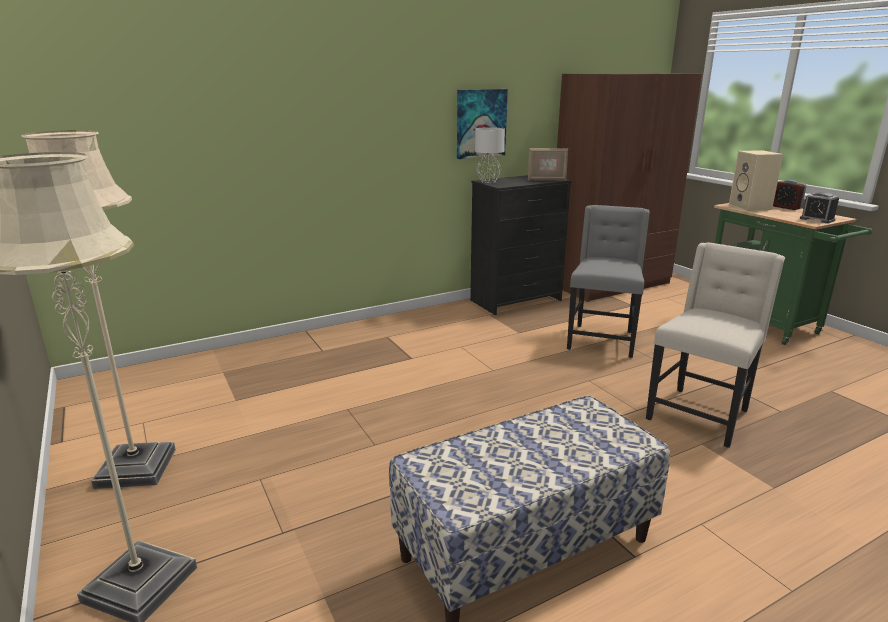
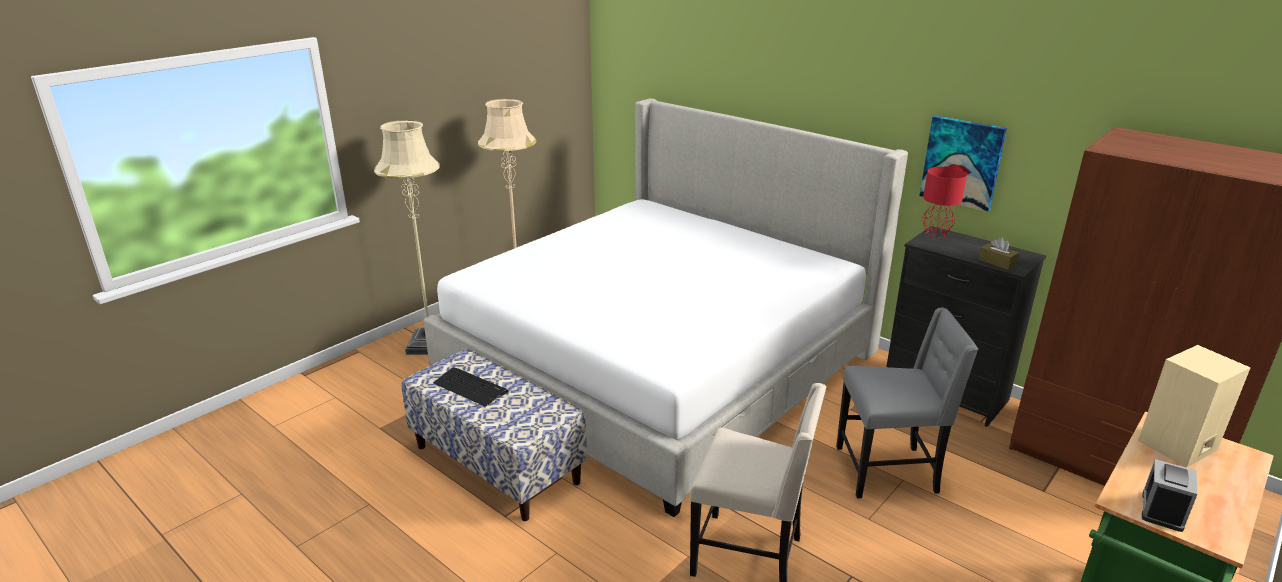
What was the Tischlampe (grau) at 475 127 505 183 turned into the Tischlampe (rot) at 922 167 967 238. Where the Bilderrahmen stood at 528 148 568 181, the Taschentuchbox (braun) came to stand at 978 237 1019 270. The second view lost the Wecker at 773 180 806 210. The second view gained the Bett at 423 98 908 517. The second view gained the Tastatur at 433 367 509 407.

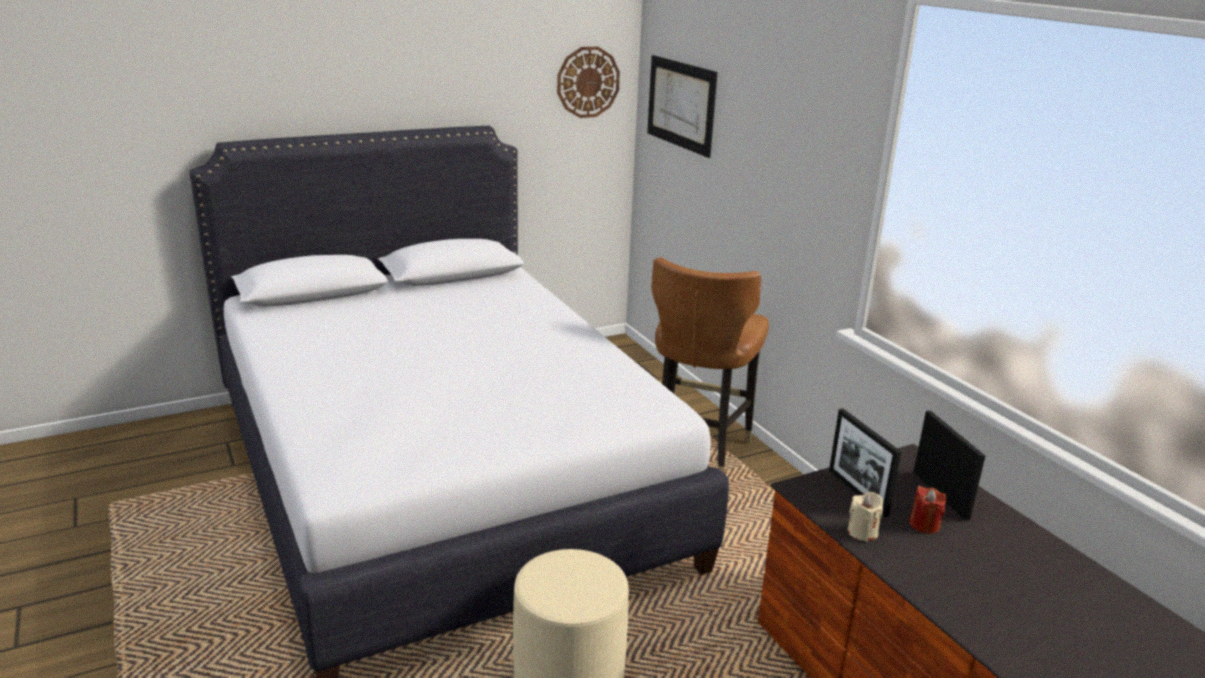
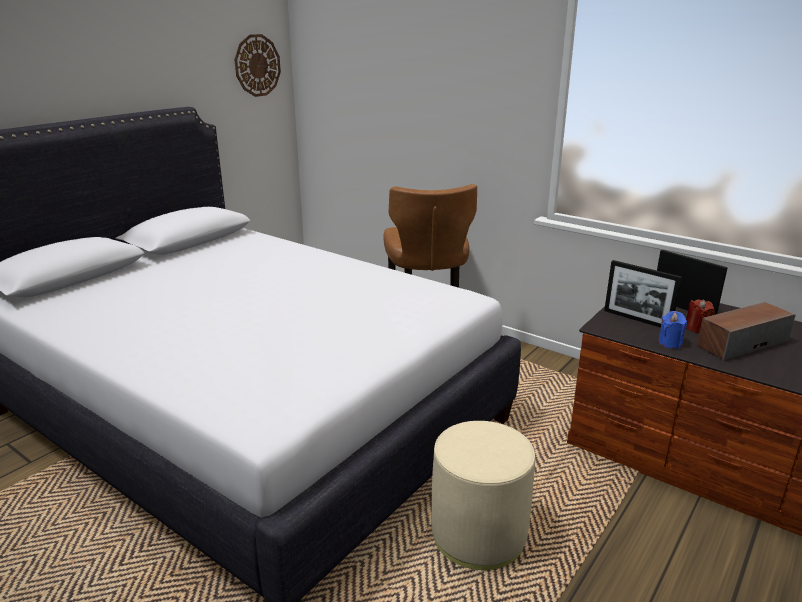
The second view lost the Bild at 647 55 718 158. What was the Kerze (beige) at 848 492 883 542 turned into the Kerze (blau) at 658 311 687 349. The second view gained the Lautsprecher at 697 302 796 361.

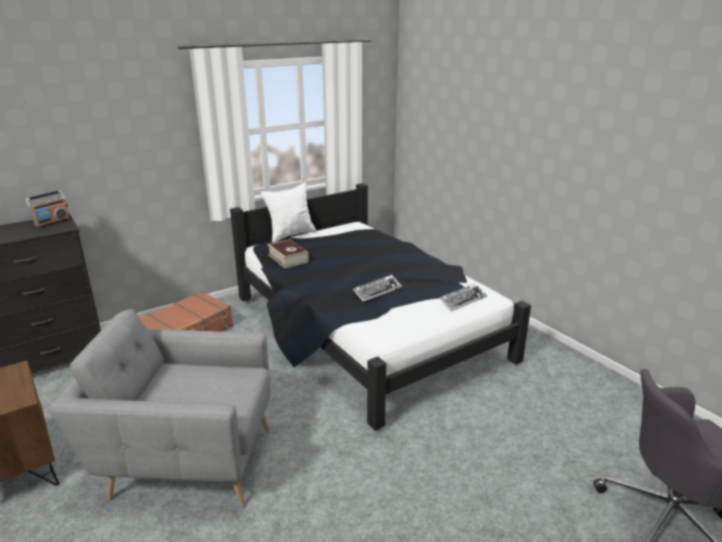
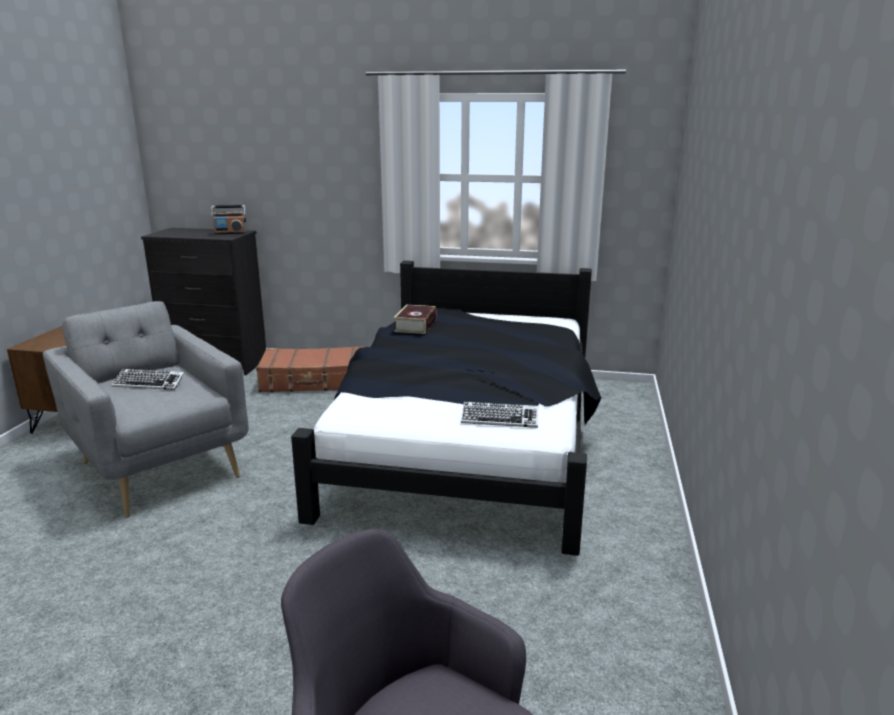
The second view lost the Kissen (weiß) at 261 182 317 243. The Tastatur ended up elsewhere, having gone from 353 275 402 302 to 112 369 184 390.

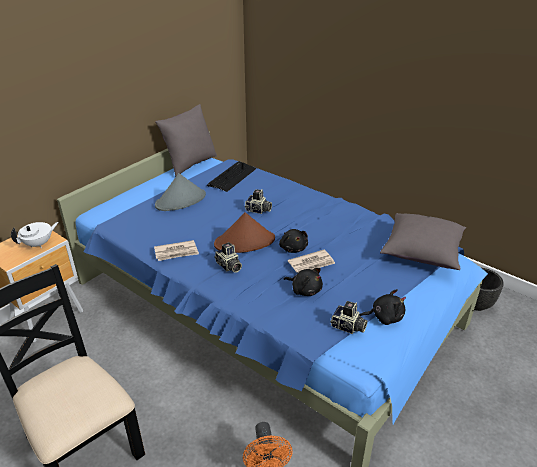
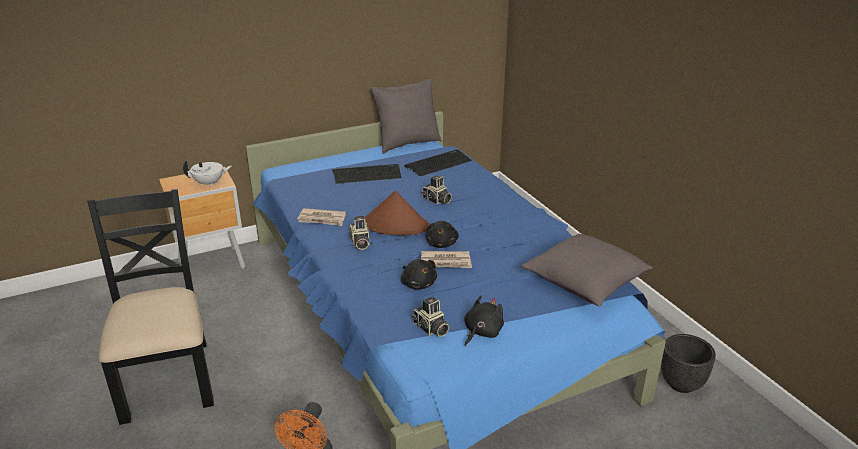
Where the Hut (grau) stood at 155 173 206 211, the Tastatur came to stand at 332 164 402 184. The Plüschtier (schwarz) at 359 289 406 325 ended up facing another way, 75 degrees counterclockwise from before.

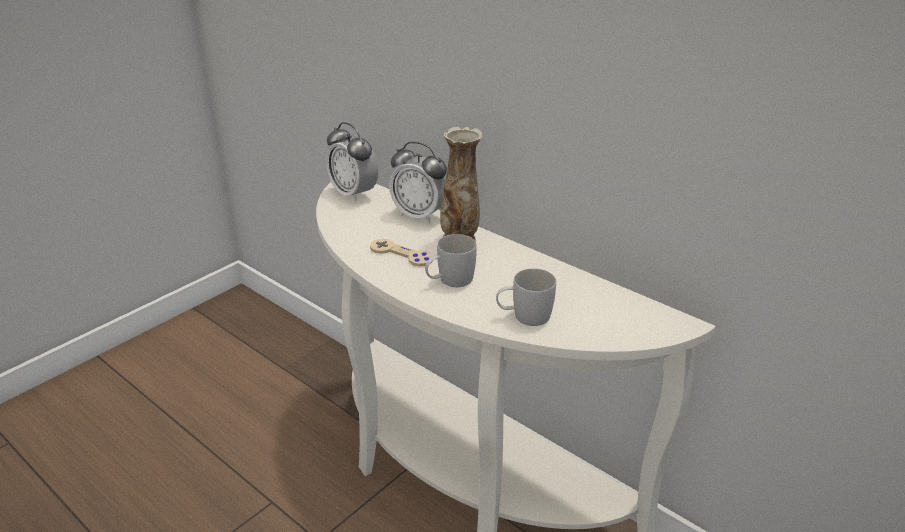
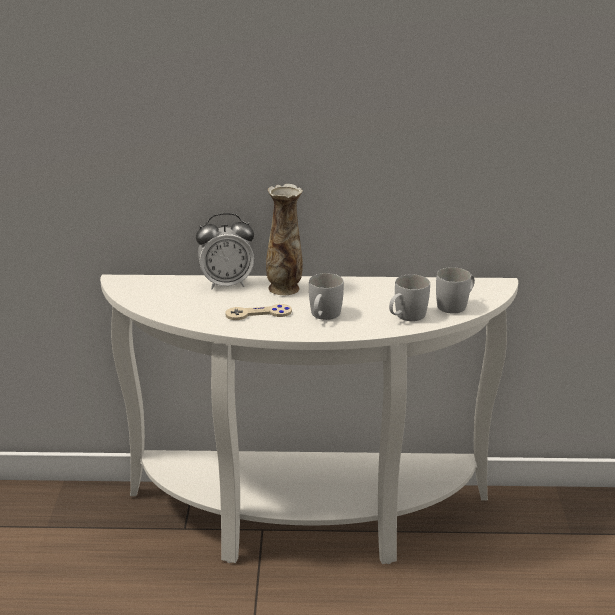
The second view lost the Wecker at 326 122 378 202. The second view gained the Henkelbecher (weiß) at 436 267 475 314.

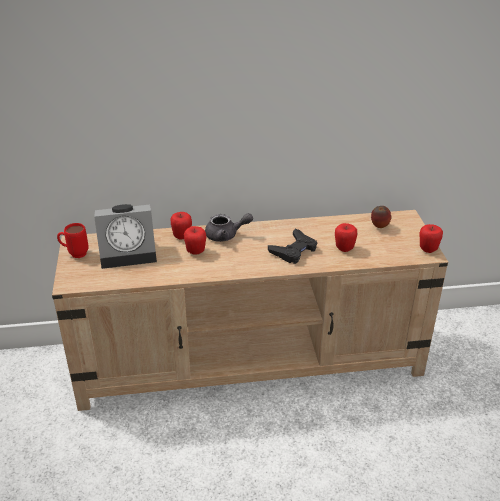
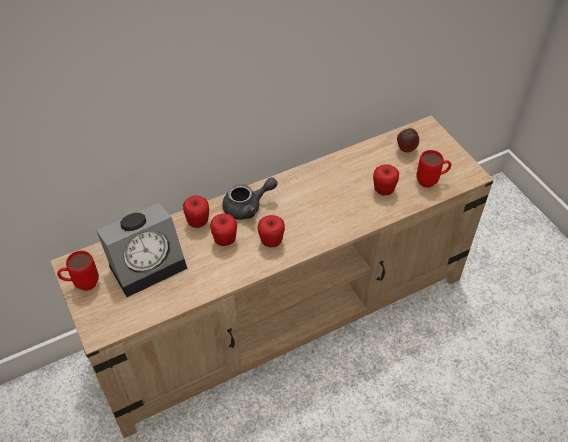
The second view lost the Gamepad (schwarz) at 268 229 317 264. The Apfel ended up elsewhere, having gone from 420 224 443 253 to 257 215 285 247. The second view gained the Henkelbecher (rot) at 416 150 451 188.

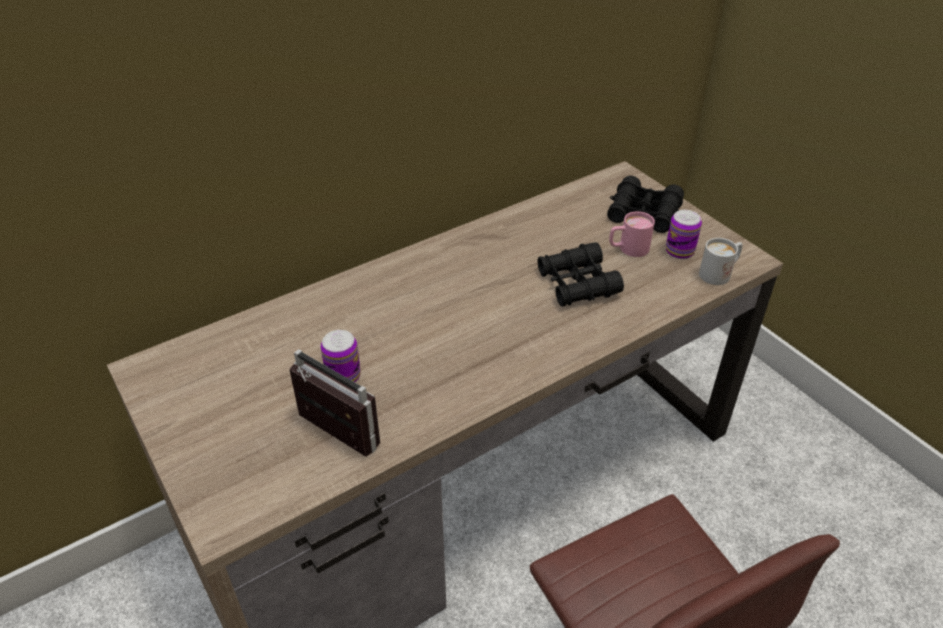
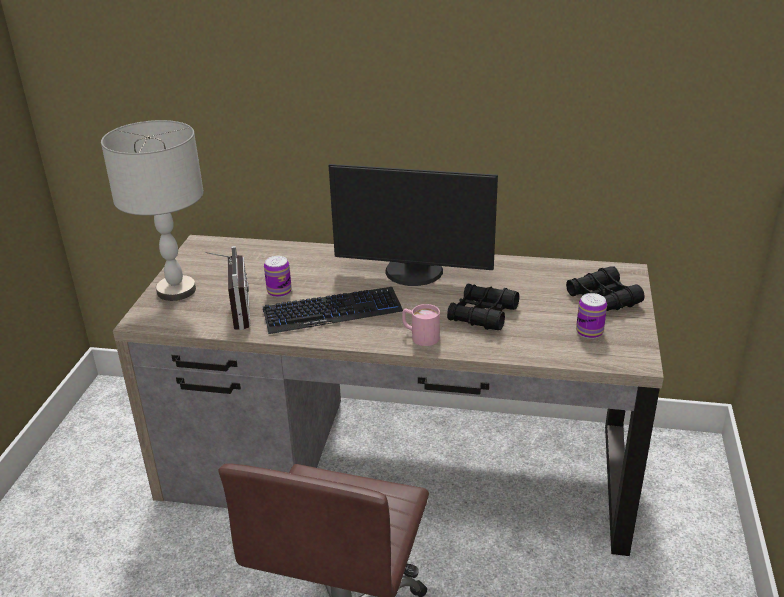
The Henkelbecher (rosa) ended up elsewhere, having gone from 609 211 655 257 to 402 304 440 346. The second view lost the Henkelbecher (weiß) at 699 238 743 285. The second view gained the Tischlampe (grau) at 101 120 204 301. The second view gained the Tastatur at 263 287 403 334. The second view gained the Monitor at 329 164 498 286.

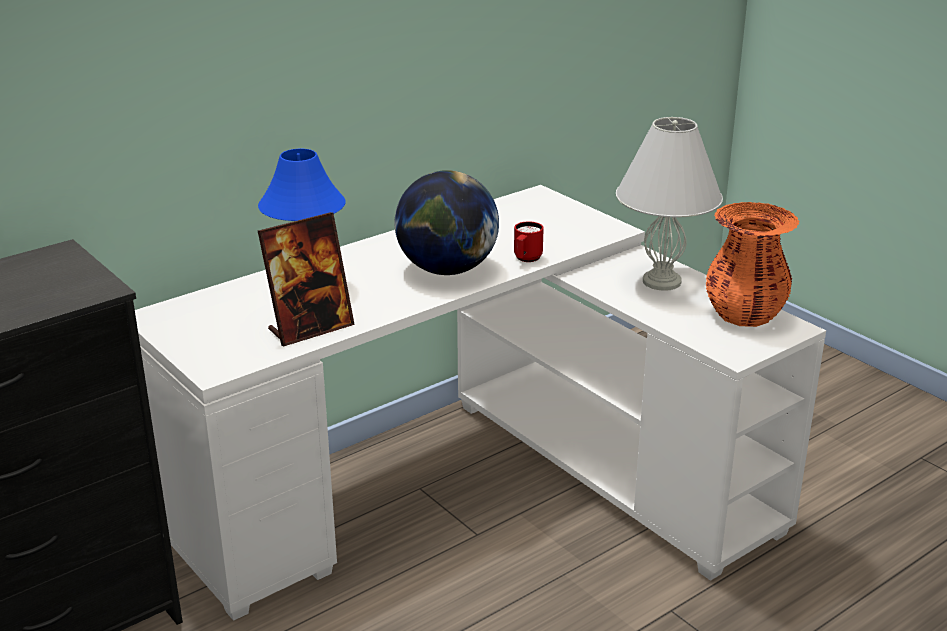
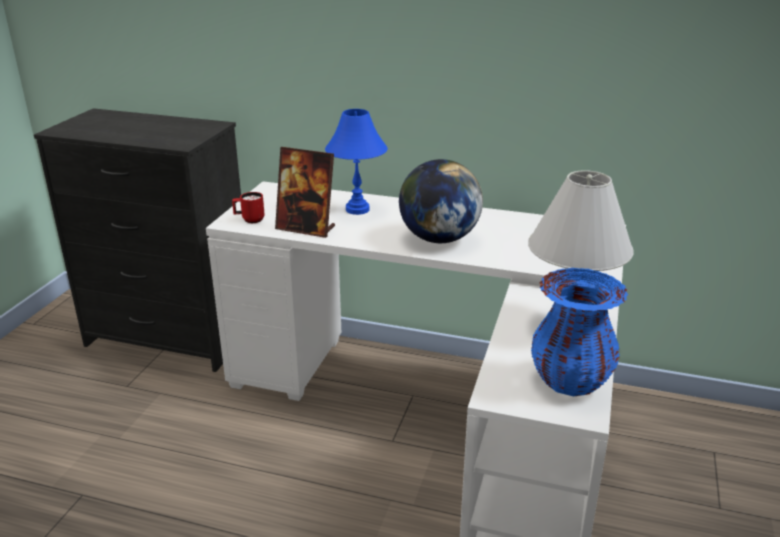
The Henkelbecher (rot) ended up elsewhere, having gone from 514 221 544 262 to 232 192 264 223. What was the Vase (orange) at 705 202 799 327 turned into the Vase (blau) at 531 268 628 396.

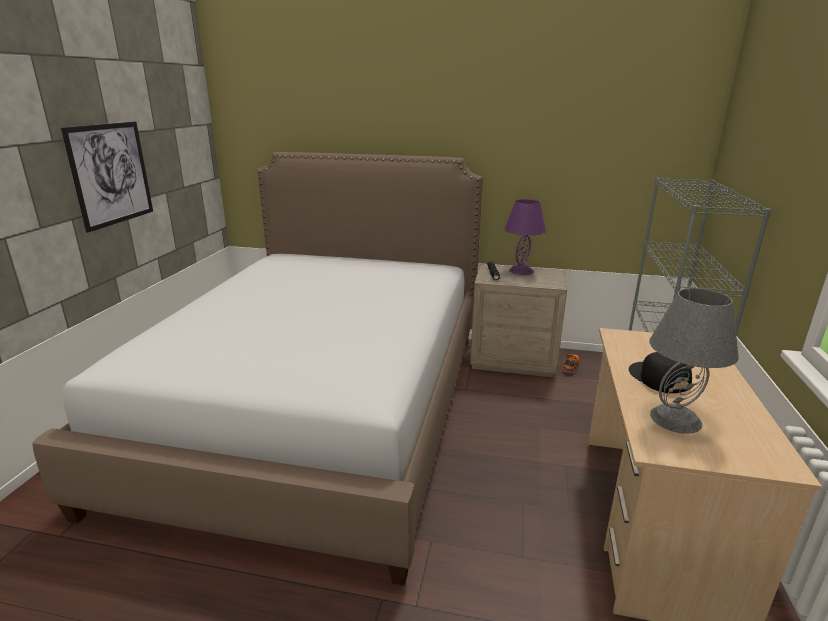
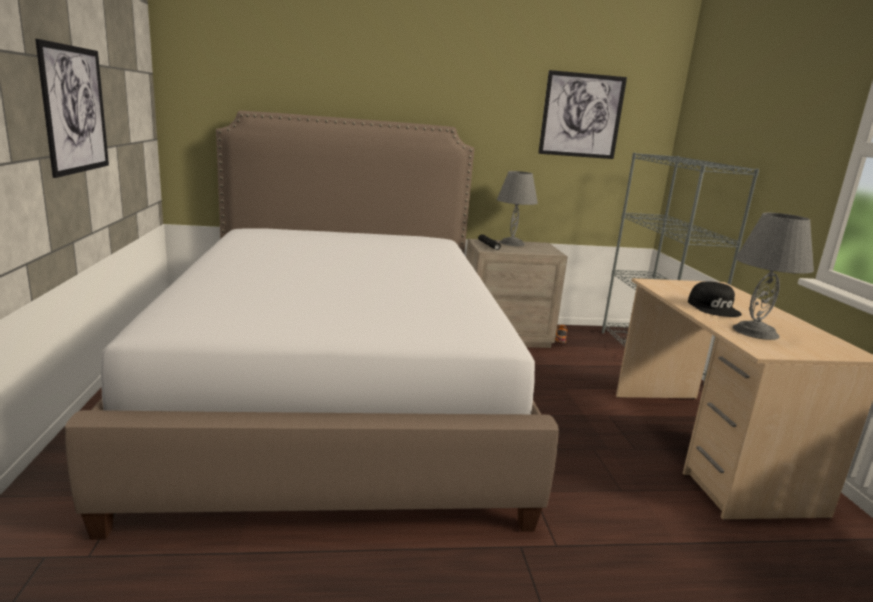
What was the Tischlampe (lila) at 505 199 546 275 turned into the Tischlampe (grau) at 497 171 538 246. The Kappe (schwarz) at 629 352 692 393 ended up facing another way, 150 degrees counterclockwise from before. The second view gained the Bild at 538 70 627 159.

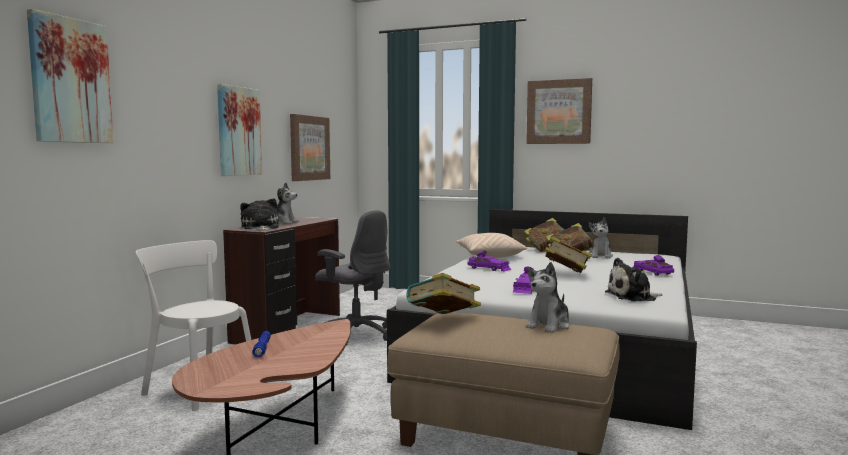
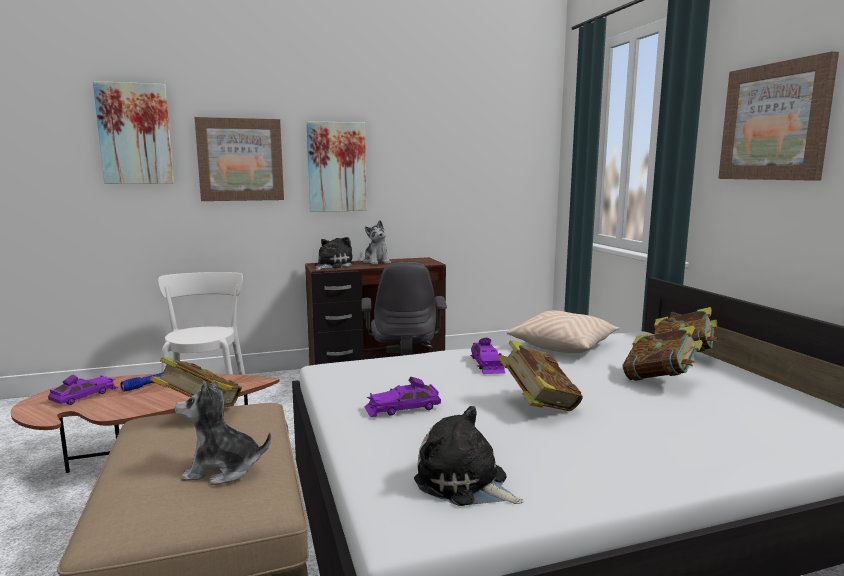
The Bild ended up elsewhere, having gone from 290 114 330 181 to 195 117 284 201. The second view lost the Plüschtier at 589 217 613 259. The Spielzeugauto (lila) ended up elsewhere, having gone from 634 255 674 276 to 48 375 118 405.

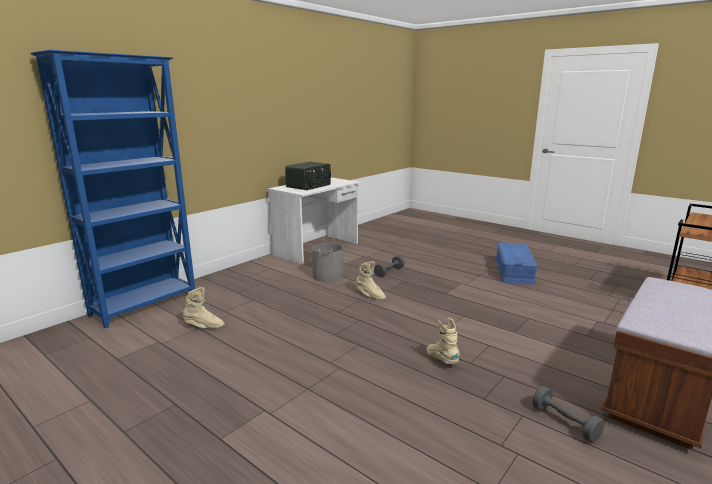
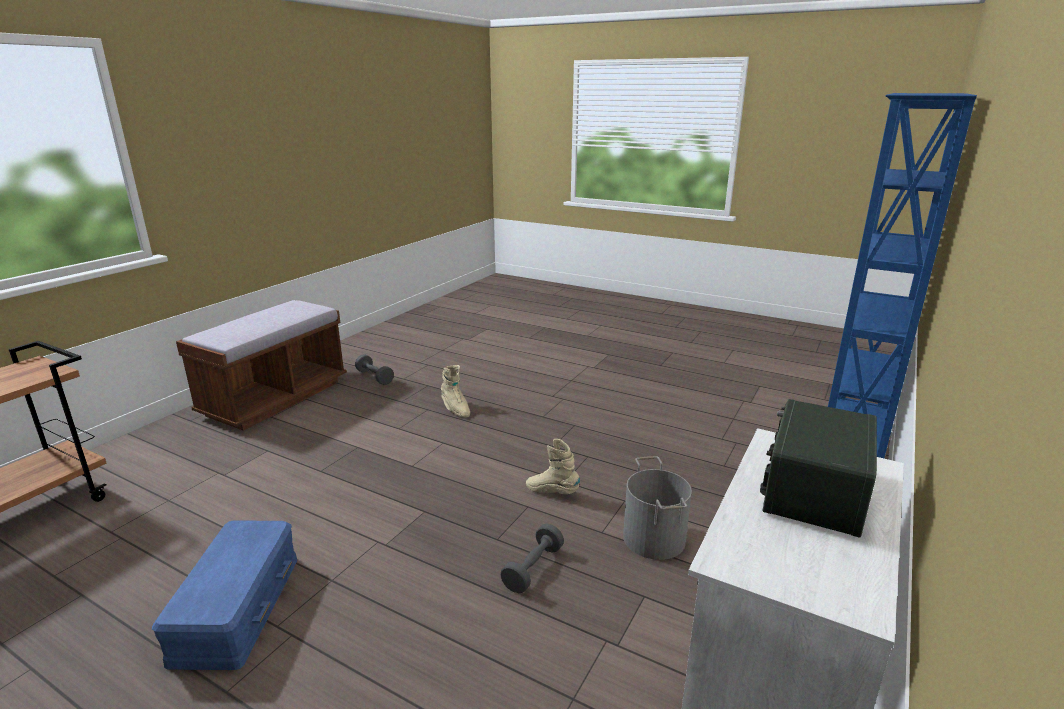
The second view lost the Stiefel (beige) at 183 287 225 328.

